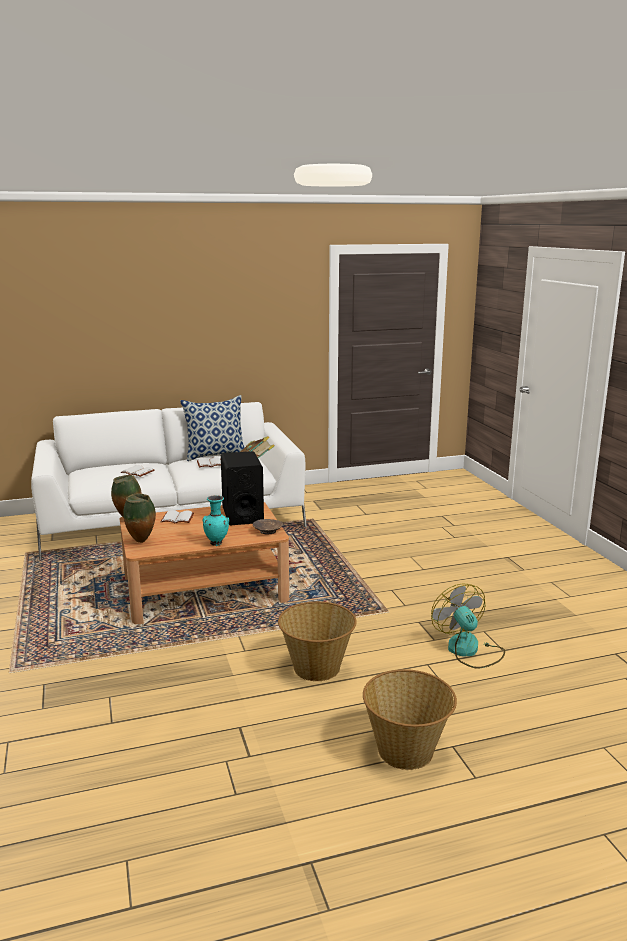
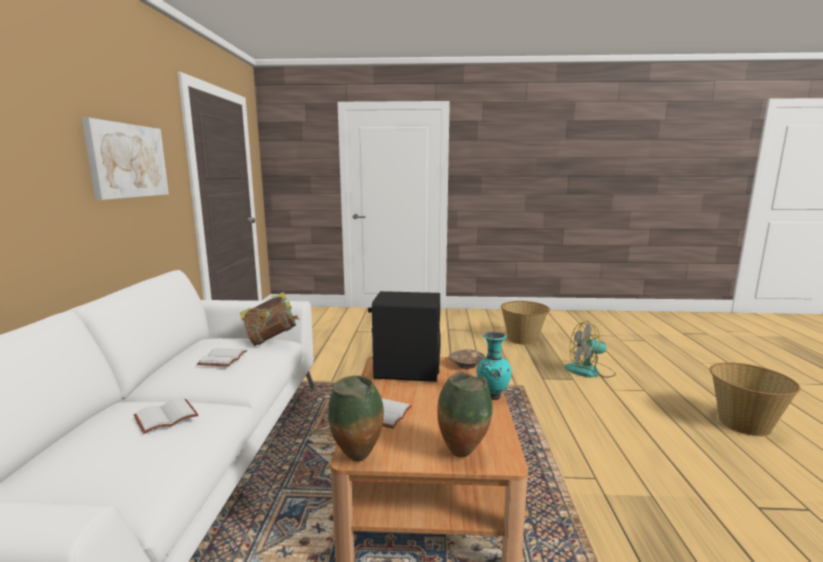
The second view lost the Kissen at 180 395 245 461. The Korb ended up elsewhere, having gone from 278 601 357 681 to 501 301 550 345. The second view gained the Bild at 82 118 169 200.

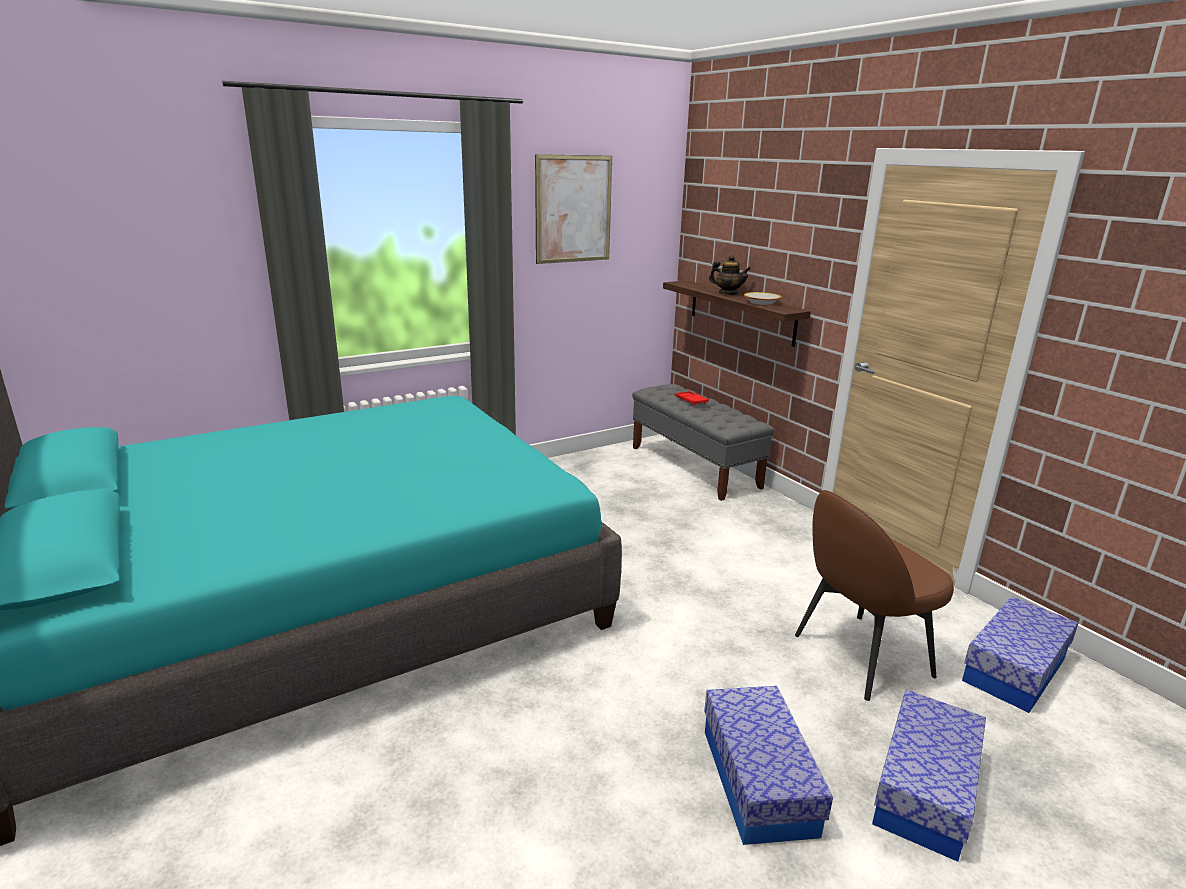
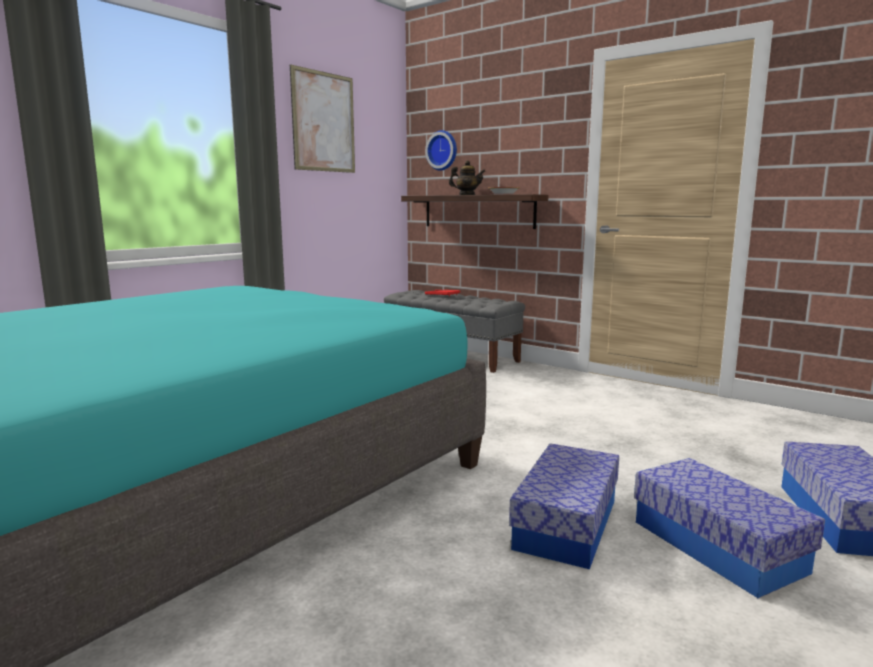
The second view lost the Stuhl (braun) at 795 490 954 701. The Aufbewahrungsbox ended up elsewhere, having gone from 962 596 1078 713 to 509 443 619 569. The second view gained the Wanduhr at 425 130 457 171.

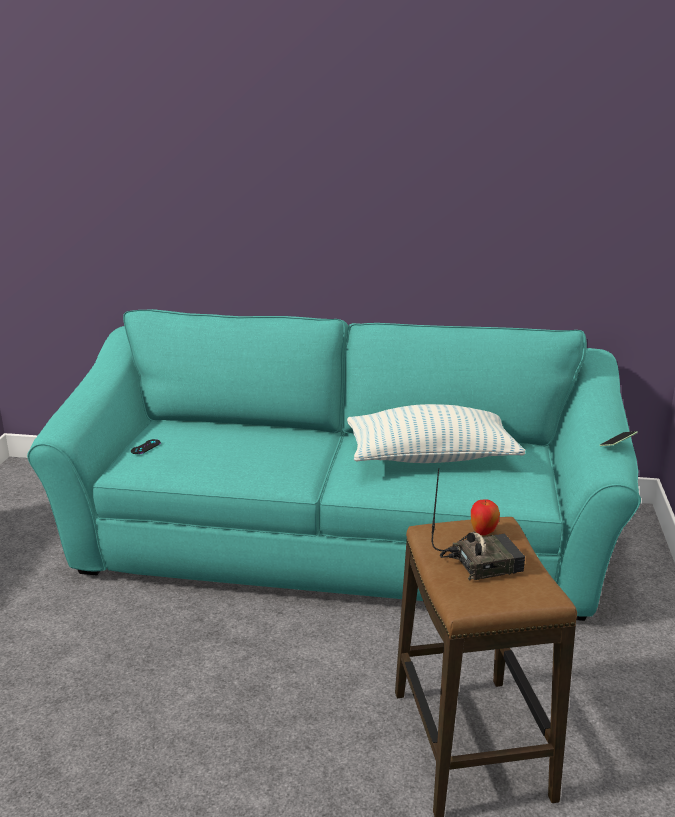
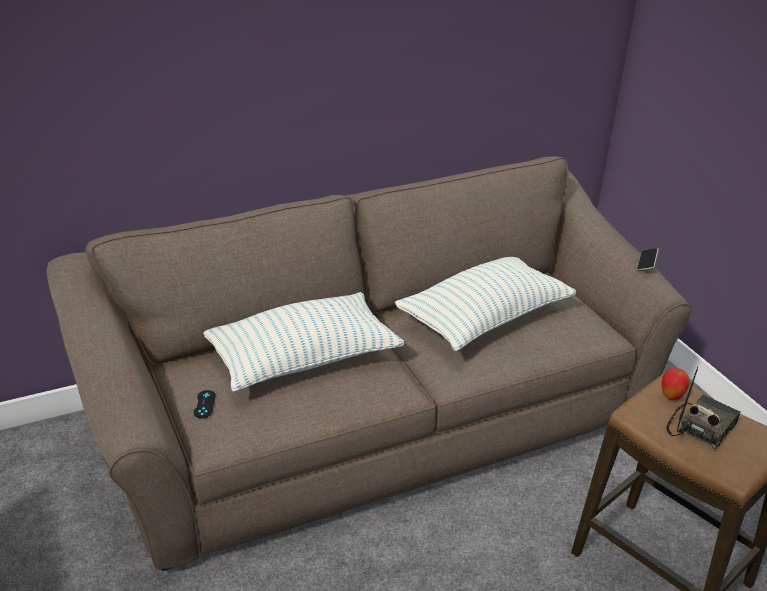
What was the Sofa (türkis) at 27 309 641 621 turned into the Sofa (braun) at 46 157 693 571. The second view gained the Kissen at 203 292 404 392.

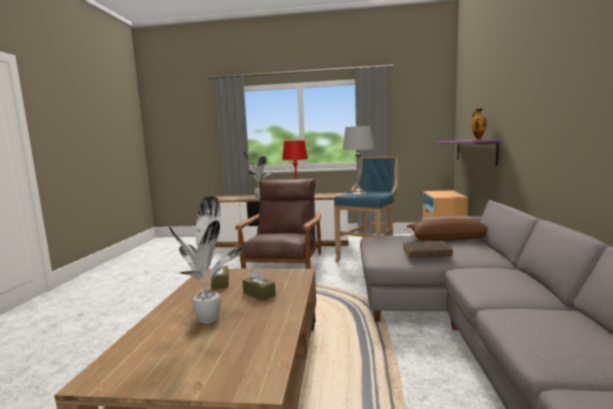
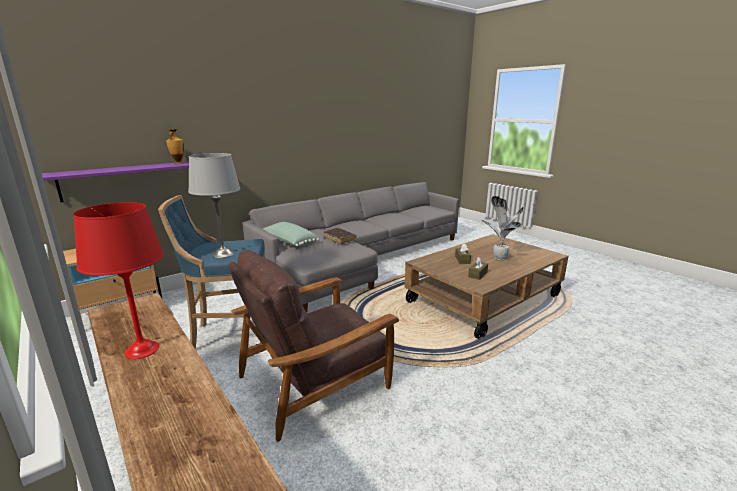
The second view lost the Topfpflanze at 243 151 273 198. What was the Kissen (braun) at 404 218 488 241 turned into the Kissen (grün) at 263 222 319 246.

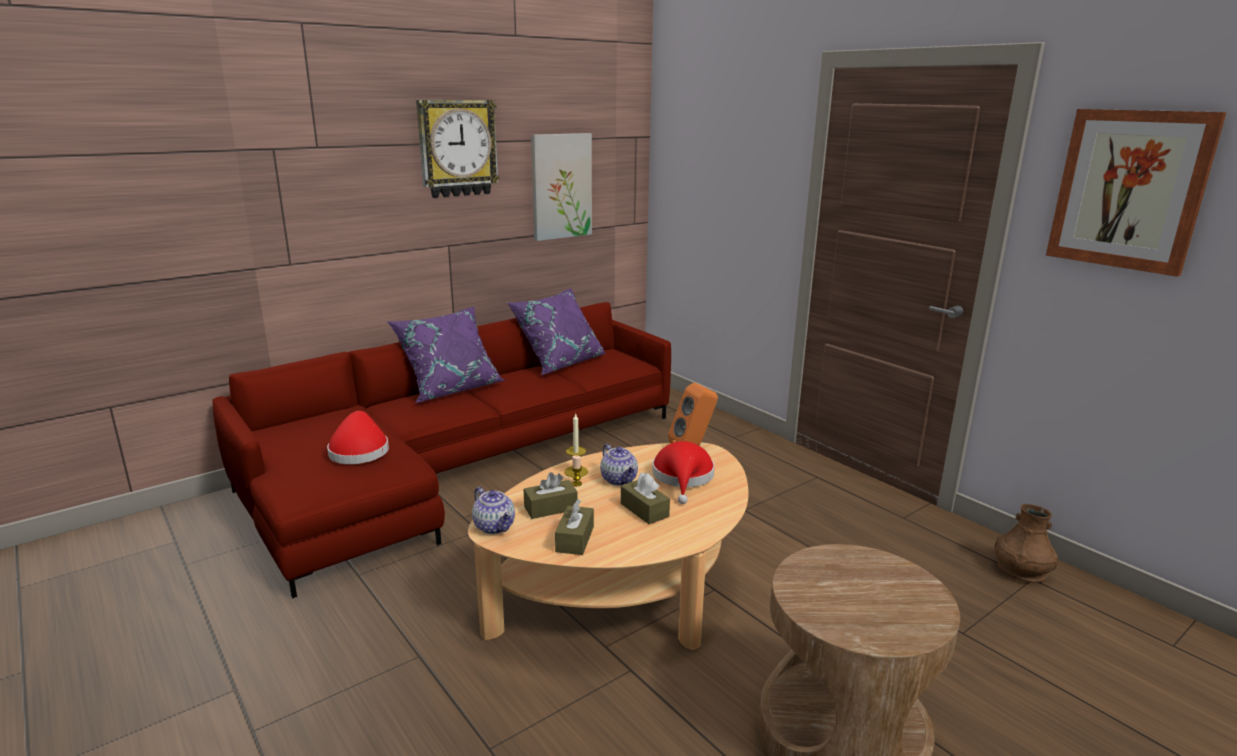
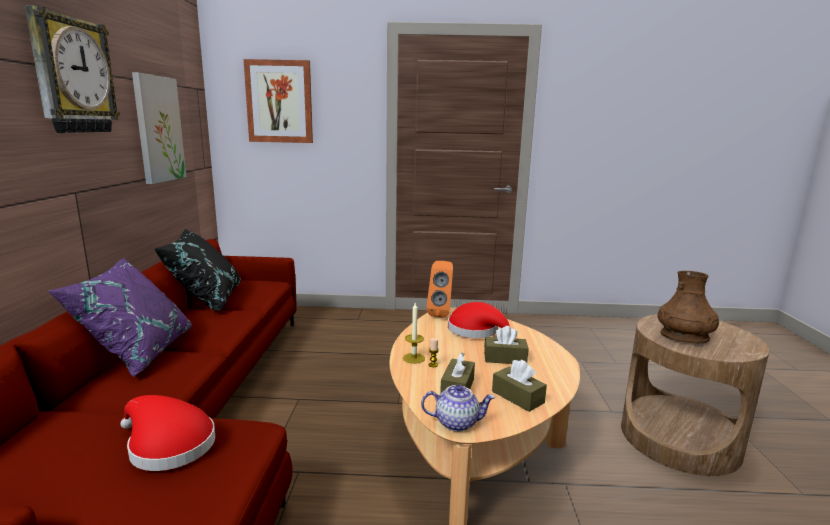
What was the Kissen (lila) at 507 288 606 375 turned into the Kissen (schwarz) at 154 229 241 311. The second view lost the Teekanne at 600 444 638 486. The Vase (braun) ended up elsewhere, having gone from 994 504 1058 583 to 657 271 719 344. The Bild ended up elsewhere, having gone from 1046 109 1227 277 to 244 59 313 143.

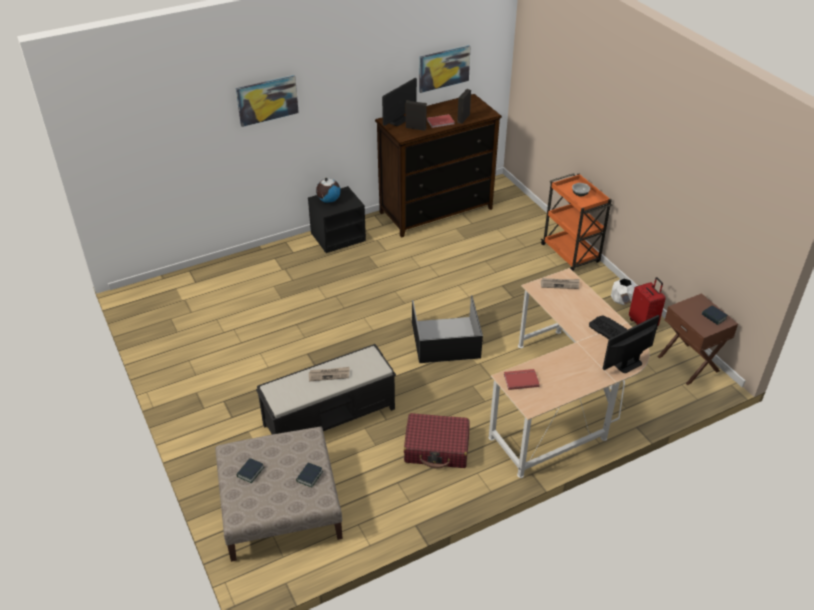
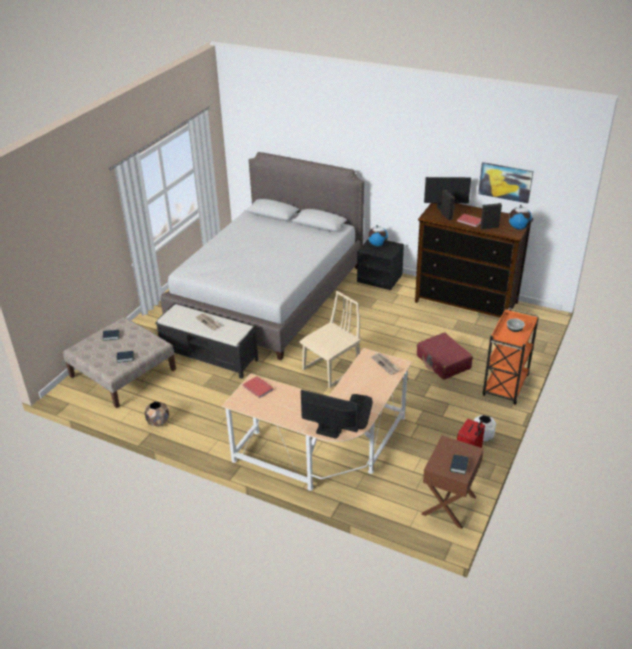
The second view lost the Bild at 236 75 299 127. The Koffer (rot) ended up elsewhere, having gone from 404 413 470 469 to 417 332 473 380. Where the Aufbewahrungsbox (schwarz) stood at 412 295 483 363, the Stuhl (beige) came to stand at 299 291 361 388. The second view gained the Pflanzkübel (braun) at 144 401 169 427. The second view gained the Bett (grau) at 160 152 364 360. The second view gained the Globus at 509 205 532 230.

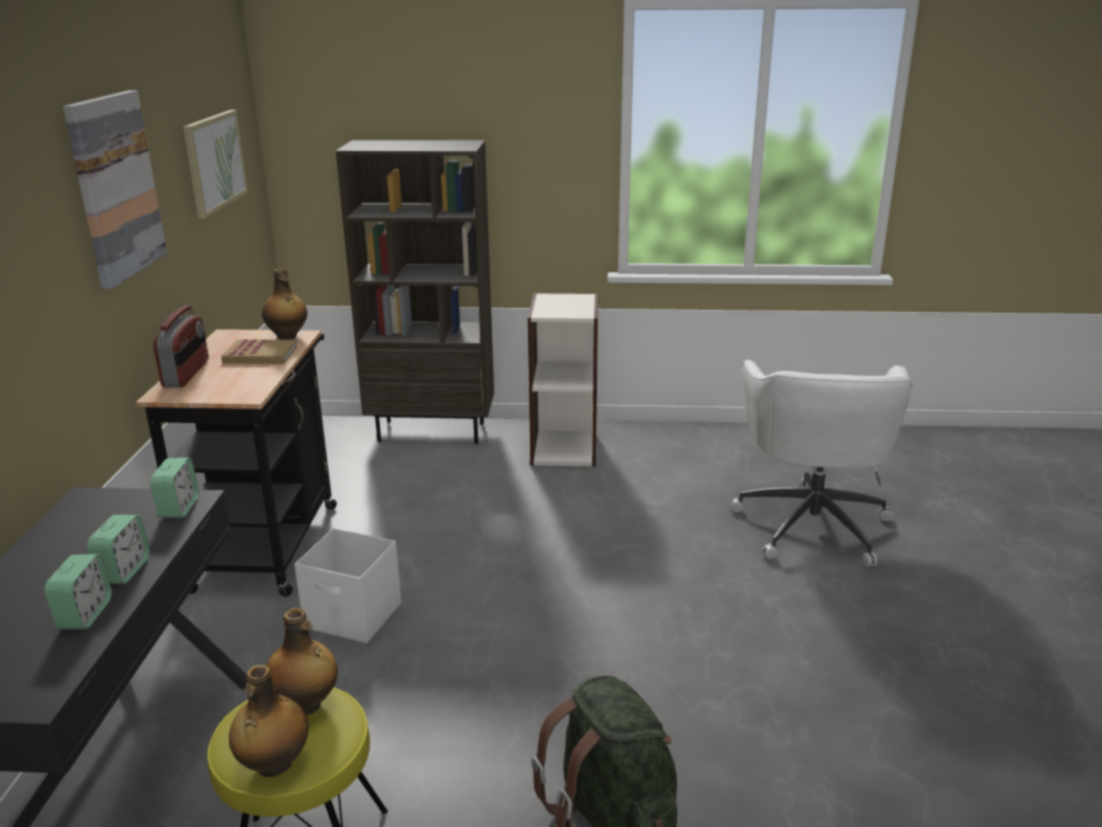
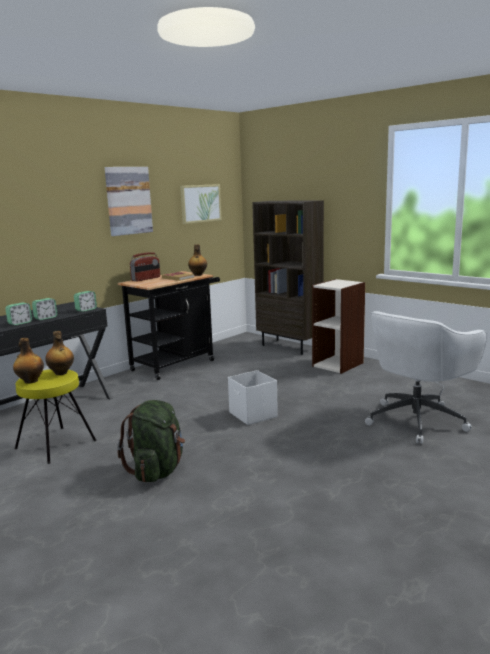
The Aufbewahrungsbox (weiß) ended up elsewhere, having gone from 294 528 401 643 to 228 370 278 425.

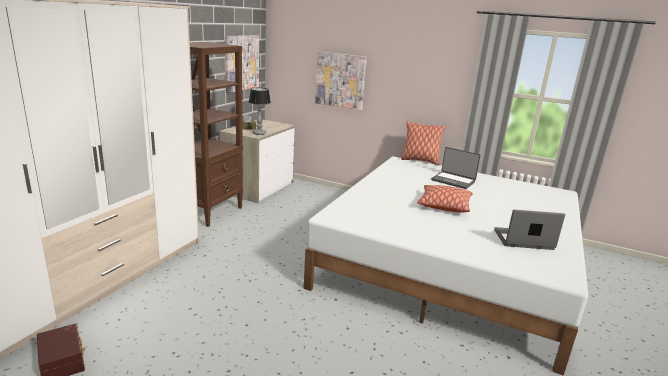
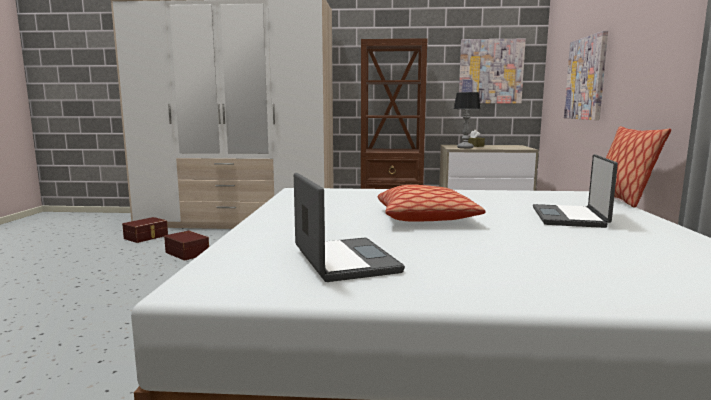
The second view gained the Aufbewahrungsbox (braun) at 164 231 209 260.

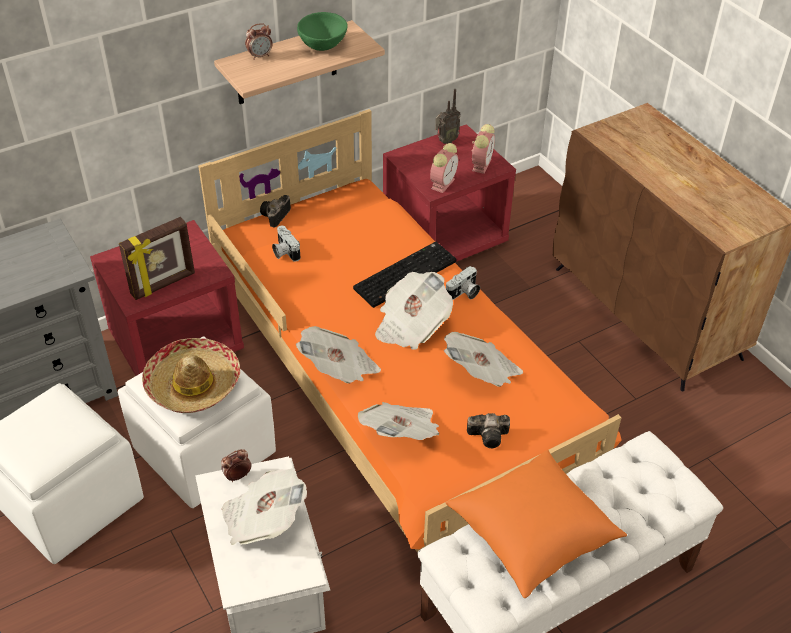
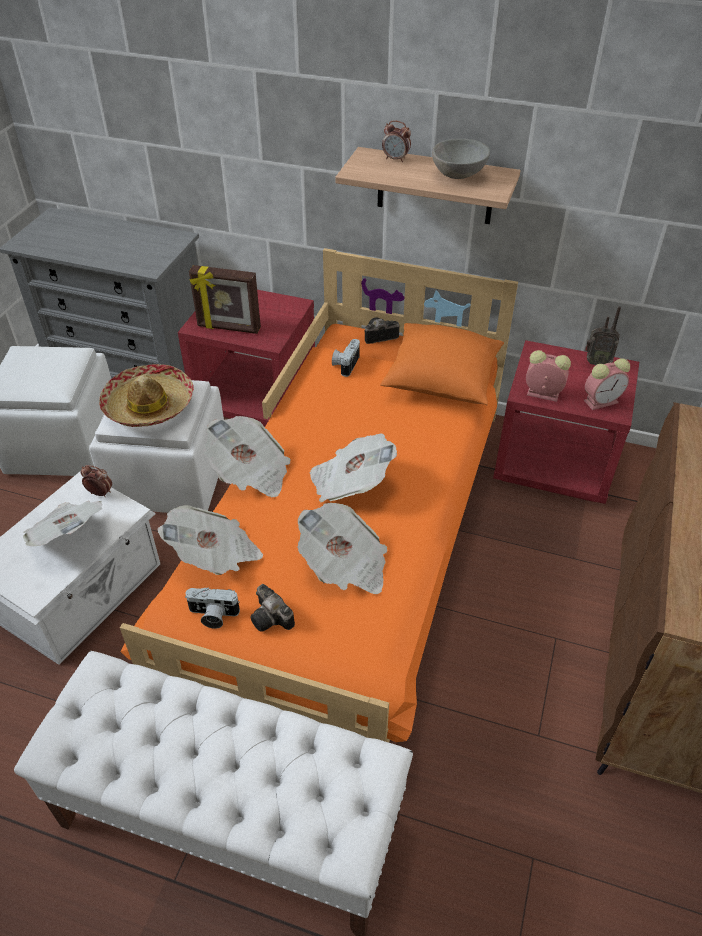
What was the Schüssel (grün) at 297 12 348 51 turned into the Schüssel (grau) at 432 139 490 179. The second view lost the Tastatur at 353 242 457 308. The Wecker at 430 143 458 193 ended up facing another way, 150 degrees counterclockwise from before. The Kamera ended up elsewhere, having gone from 446 266 480 300 to 185 588 240 629. The Kissen (orange) ended up elsewhere, having gone from 446 450 627 598 to 380 323 504 405.

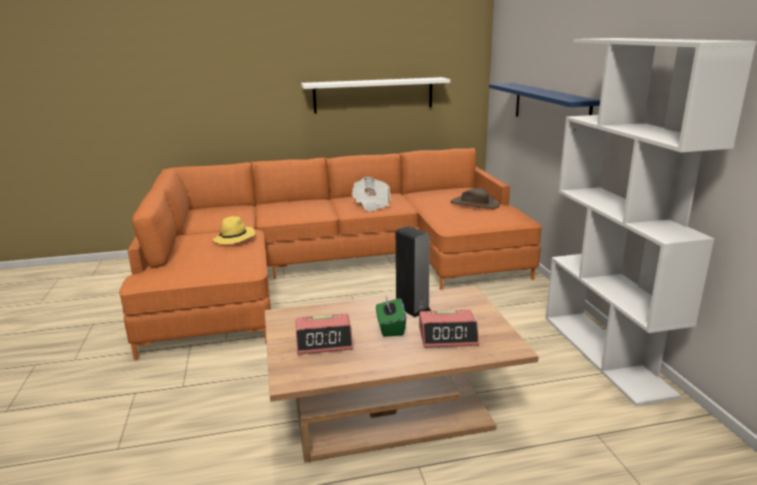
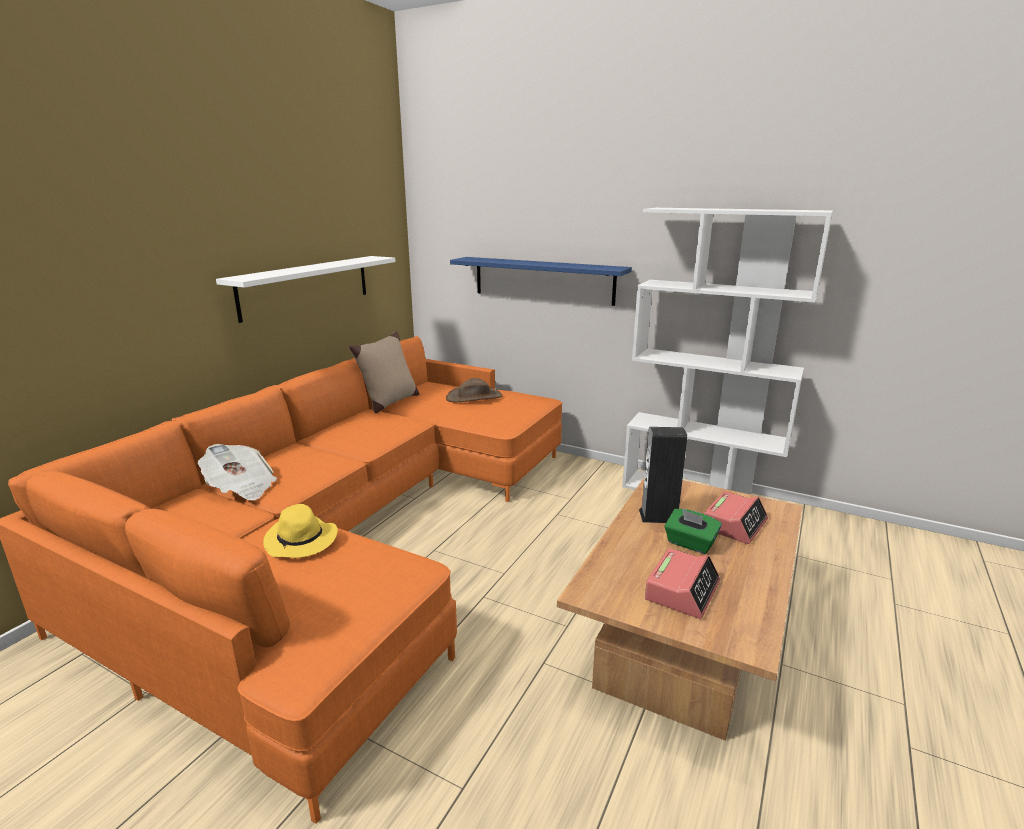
The Zeitung ended up elsewhere, having gone from 352 177 390 212 to 198 444 277 501. The second view gained the Kissen (beige) at 349 331 419 413.

